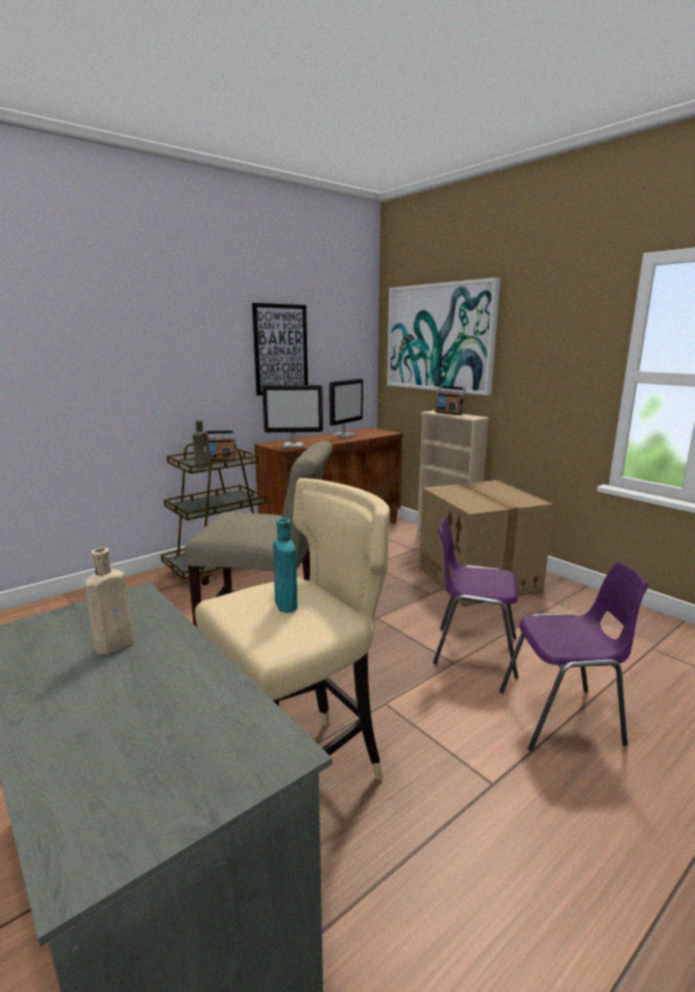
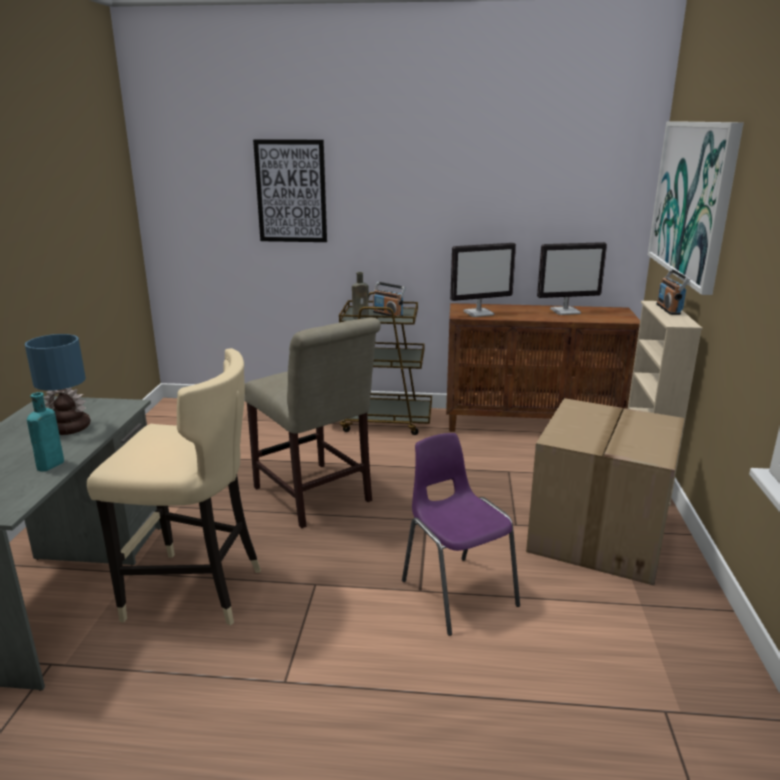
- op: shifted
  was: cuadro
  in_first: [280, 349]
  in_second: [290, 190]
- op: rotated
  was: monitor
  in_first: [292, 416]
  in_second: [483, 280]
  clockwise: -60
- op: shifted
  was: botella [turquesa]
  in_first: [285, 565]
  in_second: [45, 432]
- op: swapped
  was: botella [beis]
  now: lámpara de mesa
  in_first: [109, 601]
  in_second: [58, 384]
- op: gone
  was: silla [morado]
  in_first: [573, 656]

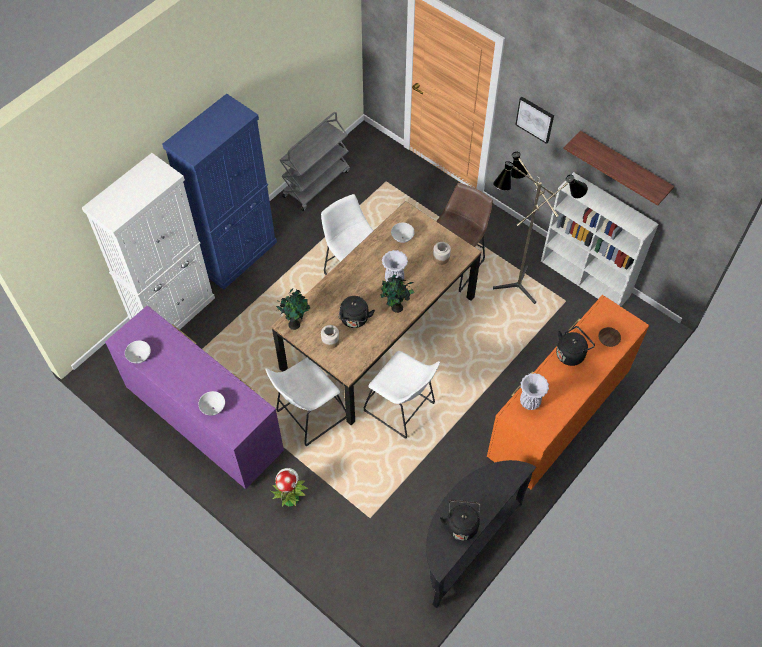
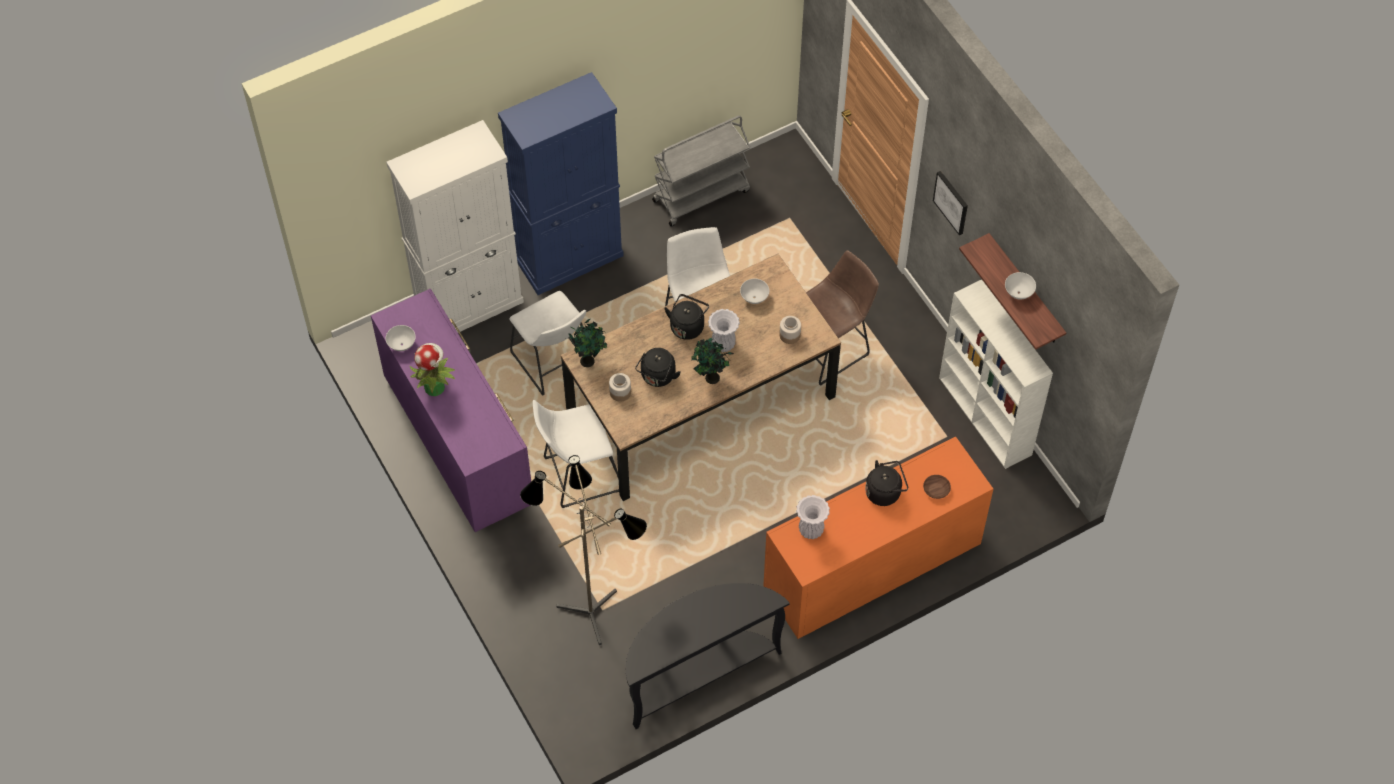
- op: shifted
  was: lámpara de pie
  in_first: [540, 228]
  in_second: [583, 550]
- op: shifted
  was: taburete [blanco]
  in_first: [402, 395]
  in_second: [547, 343]
- op: shifted
  was: cuenco [blanco]
  in_first: [212, 403]
  in_second: [1020, 286]
- op: shifted
  was: planta en maceta
  in_first: [290, 487]
  in_second: [432, 369]
- op: shifted
  was: hervidor [negro]
  in_first: [460, 520]
  in_second: [686, 317]

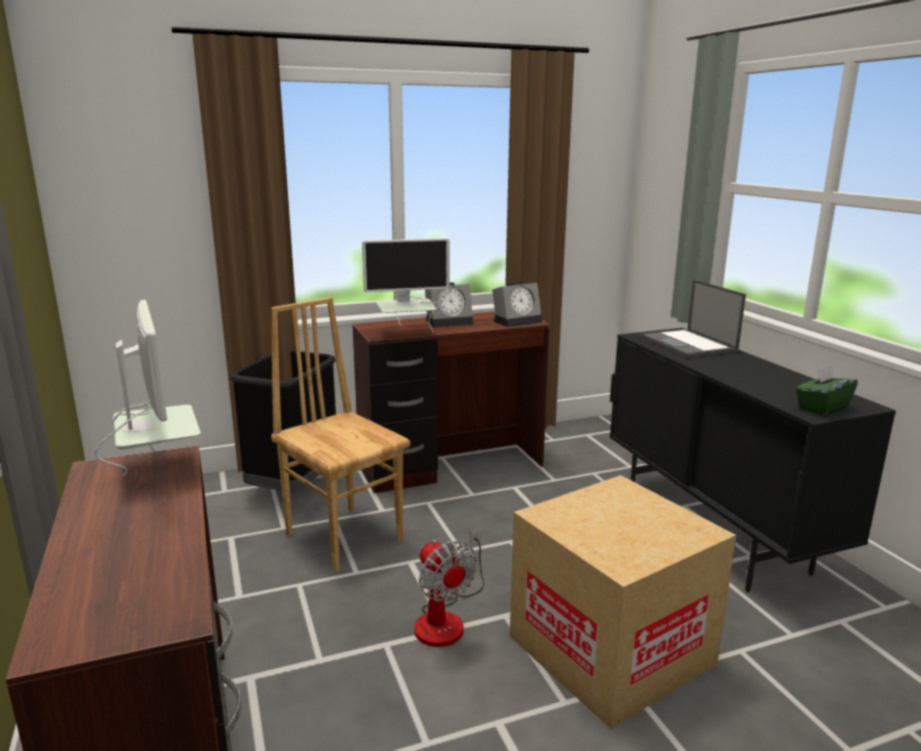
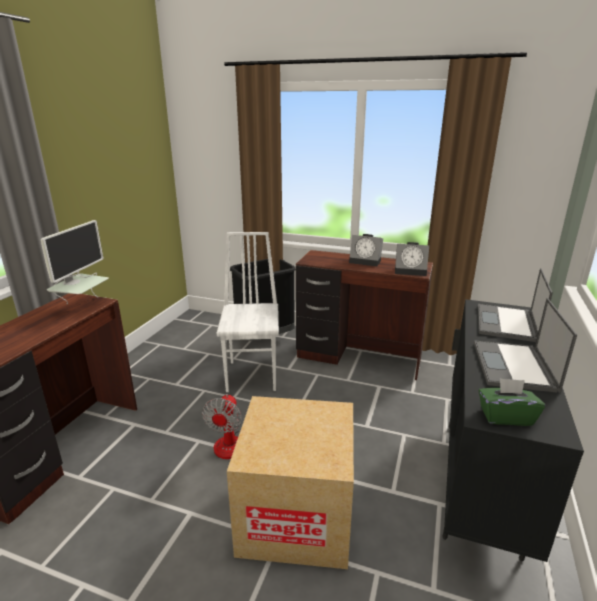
- op: gone
  was: monitor
  in_first: [405, 285]
- op: repainted
  was: silla [marrón]
  now: silla [blanco]
  in_first: [340, 434]
  in_second: [248, 312]
- op: new
  now: portátil
  in_second: [525, 345]

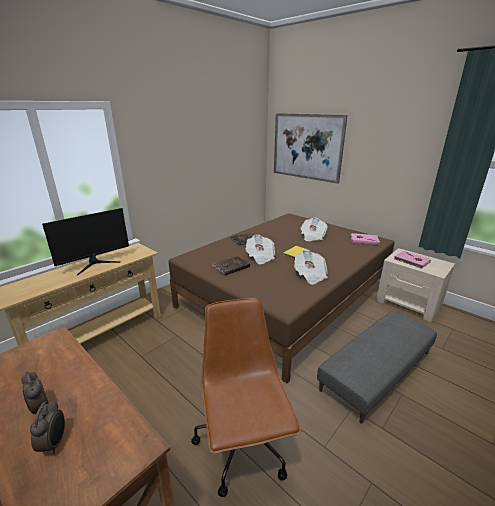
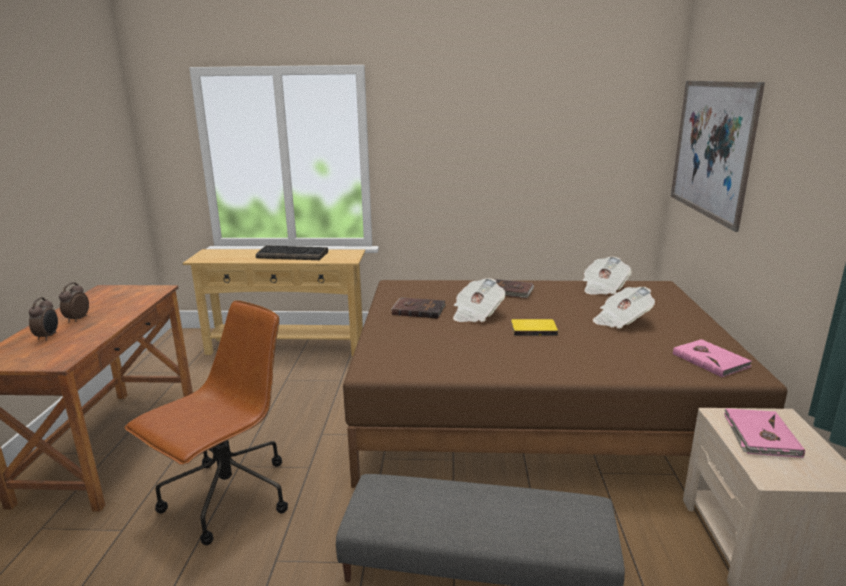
- op: swapped
  was: monitor
  now: teclado
  in_first: [85, 241]
  in_second: [292, 252]
- op: shifted
  was: periódico
  in_first: [311, 267]
  in_second: [607, 275]
- op: rotated
  was: despertador
  in_first: [47, 426]
  in_second: [43, 319]
  clockwise: -45

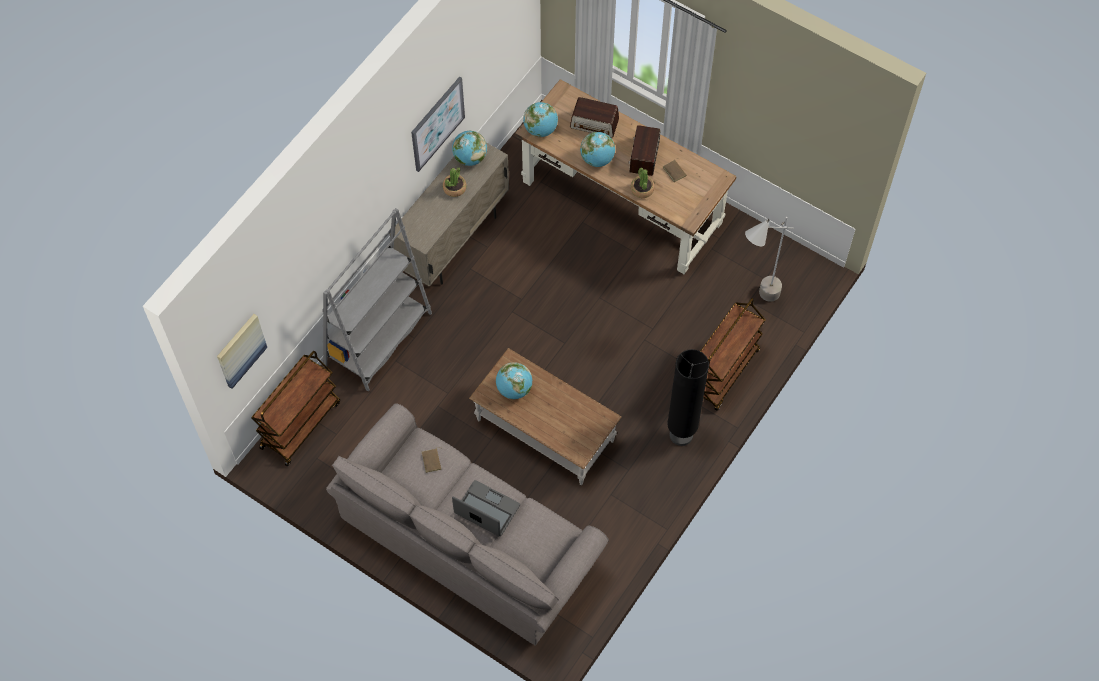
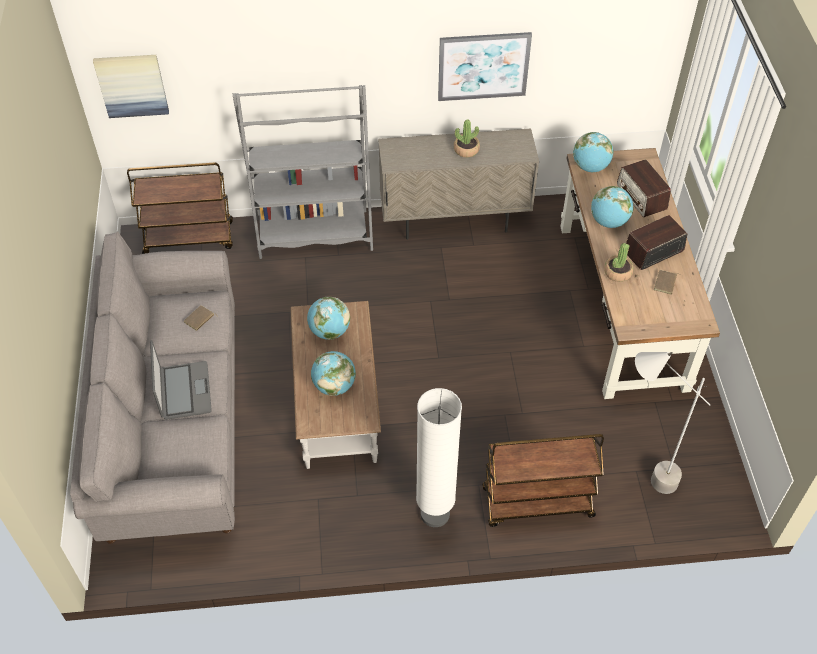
- op: shifted
  was: globo terráqueo
  in_first: [469, 148]
  in_second: [333, 373]
- op: repainted
  was: lámpara de pie [negro]
  now: lámpara de pie [blanco]
  in_first: [688, 397]
  in_second: [439, 457]

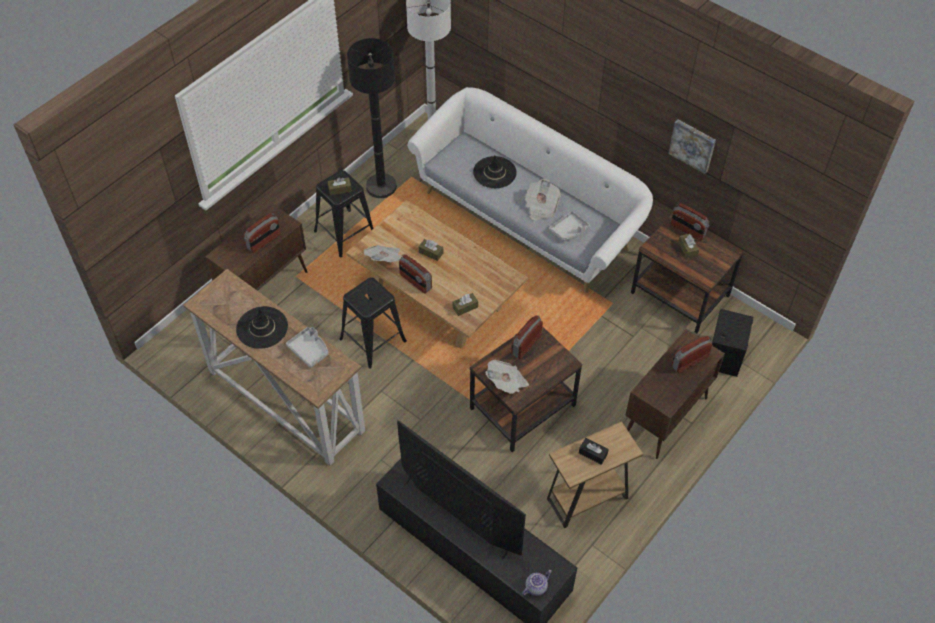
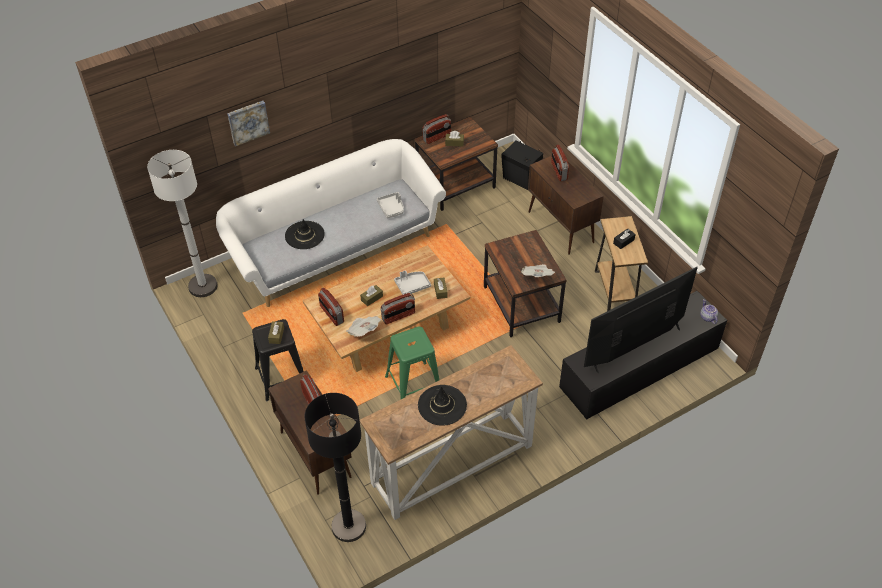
- op: shifted
  was: lámpara de pie [negro]
  in_first: [372, 118]
  in_second: [335, 467]
- op: shifted
  was: cuadro
  in_first: [692, 146]
  in_second: [248, 123]
- op: gone
  was: periódico
  in_first: [543, 199]
- op: repainted
  was: taburete [negro]
  now: taburete [verde]
  in_first: [373, 323]
  in_second: [412, 363]
- op: shifted
  was: radio
  in_first: [527, 337]
  in_second: [331, 307]
- op: shifted
  was: bandeja [gris]
  in_first: [307, 347]
  in_second: [412, 282]

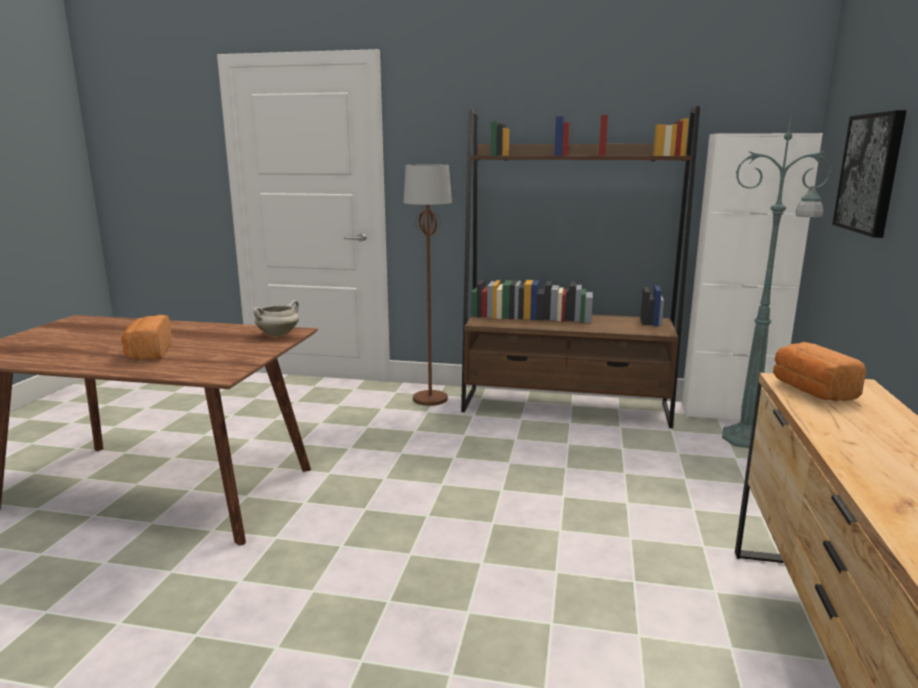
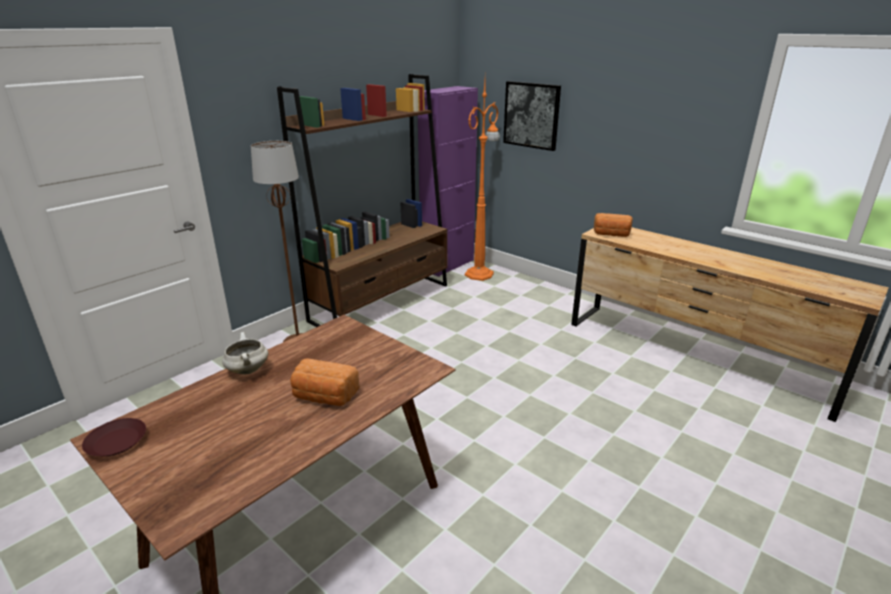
- op: repainted
  was: lámpara de pie [verde]
  now: lámpara de pie [naranja]
  in_first: [776, 272]
  in_second: [482, 181]
- op: repainted
  was: armario [blanco]
  now: armario [morado]
  in_first: [752, 276]
  in_second: [448, 181]
- op: shifted
  was: olla [blanco]
  in_first: [276, 318]
  in_second: [245, 353]
- op: new
  now: plato [marrón]
  in_second: [114, 437]

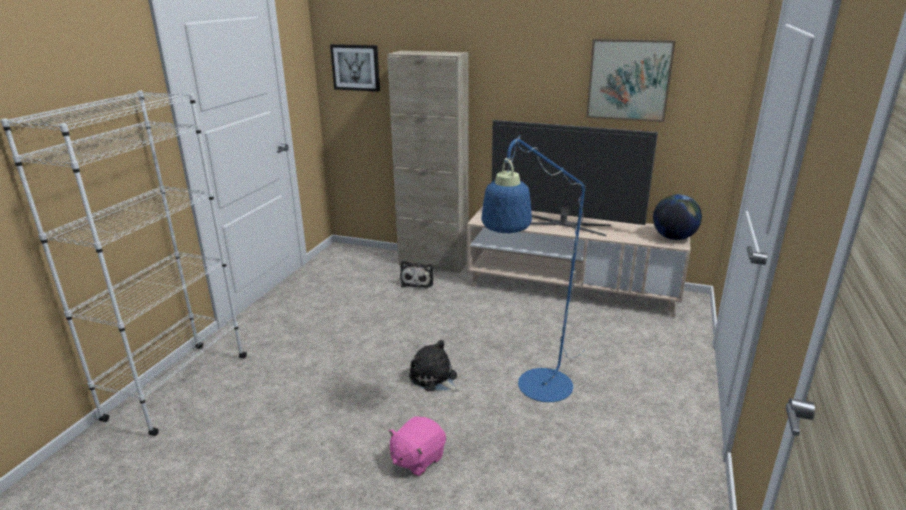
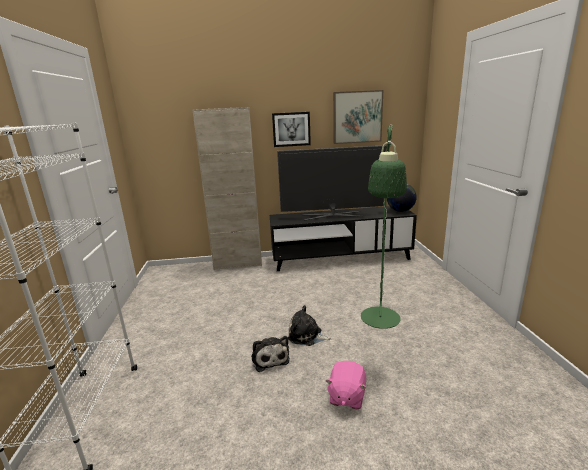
- op: shifted
  was: cuadro
  in_first: [355, 68]
  in_second: [291, 129]
- op: repainted
  was: lámpara de pie [azul]
  now: lámpara de pie [verde]
  in_first: [548, 268]
  in_second: [384, 226]
- op: repainted
  was: mueble de televisión [beis]
  now: mueble de televisión [negro]
  in_first: [579, 261]
  in_second: [343, 238]
- op: shifted
  was: peluche
  in_first: [416, 274]
  in_second: [270, 354]

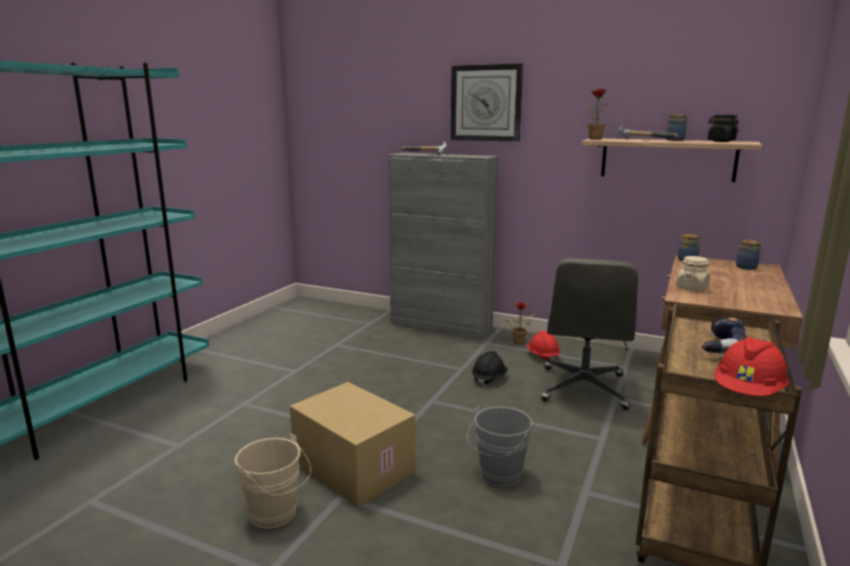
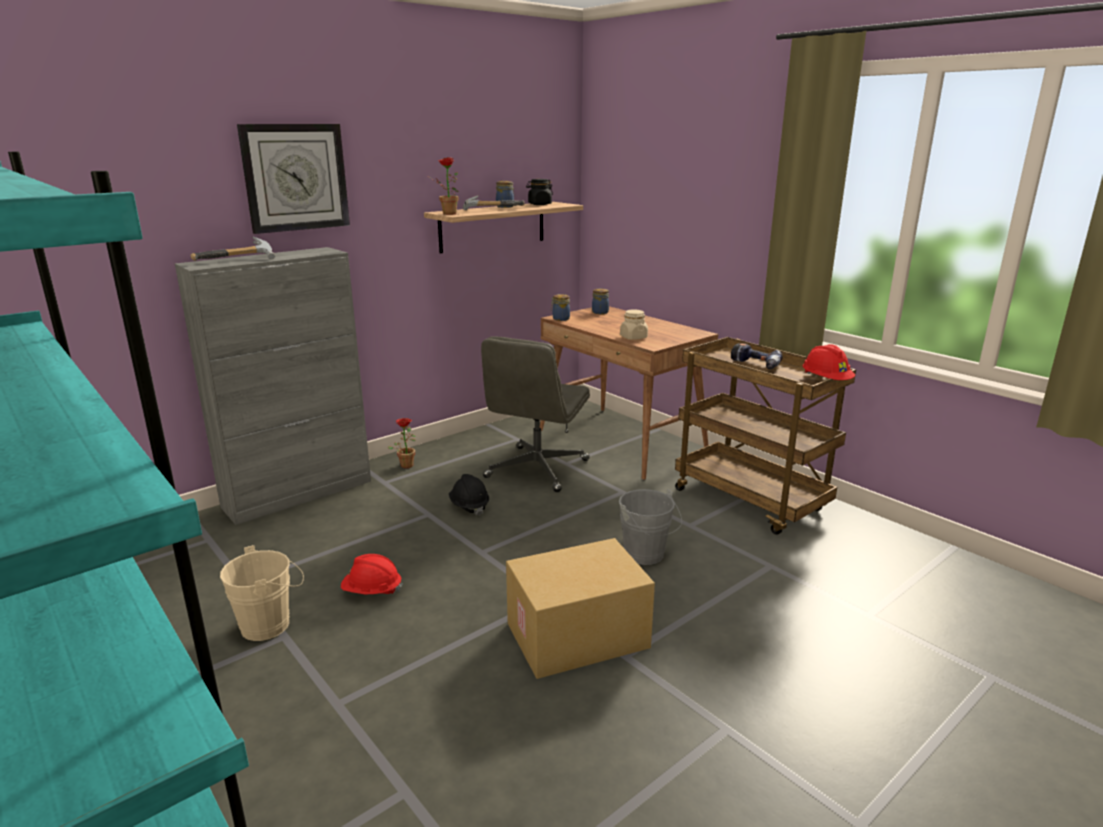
- op: rotated
  was: silla de oficina [gris]
  in_first: [589, 334]
  in_second: [535, 414]
  clockwise: 75
- op: shifted
  was: casco [rojo]
  in_first: [543, 346]
  in_second: [372, 574]
- op: shifted
  was: cubo [beis]
  in_first: [273, 481]
  in_second: [262, 593]

